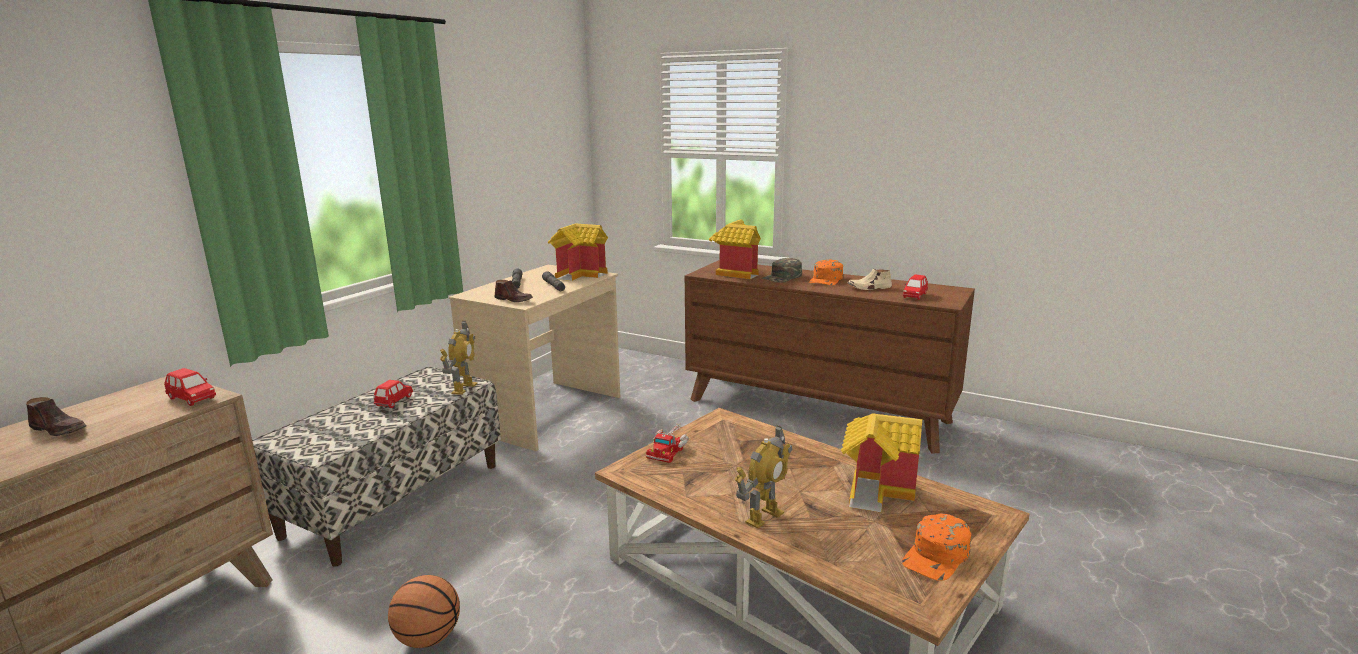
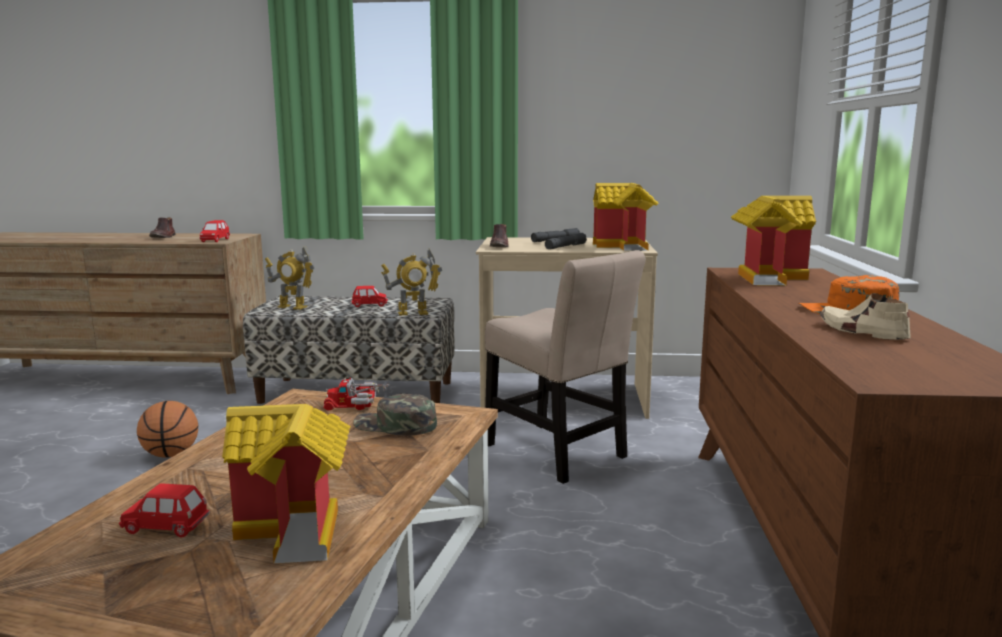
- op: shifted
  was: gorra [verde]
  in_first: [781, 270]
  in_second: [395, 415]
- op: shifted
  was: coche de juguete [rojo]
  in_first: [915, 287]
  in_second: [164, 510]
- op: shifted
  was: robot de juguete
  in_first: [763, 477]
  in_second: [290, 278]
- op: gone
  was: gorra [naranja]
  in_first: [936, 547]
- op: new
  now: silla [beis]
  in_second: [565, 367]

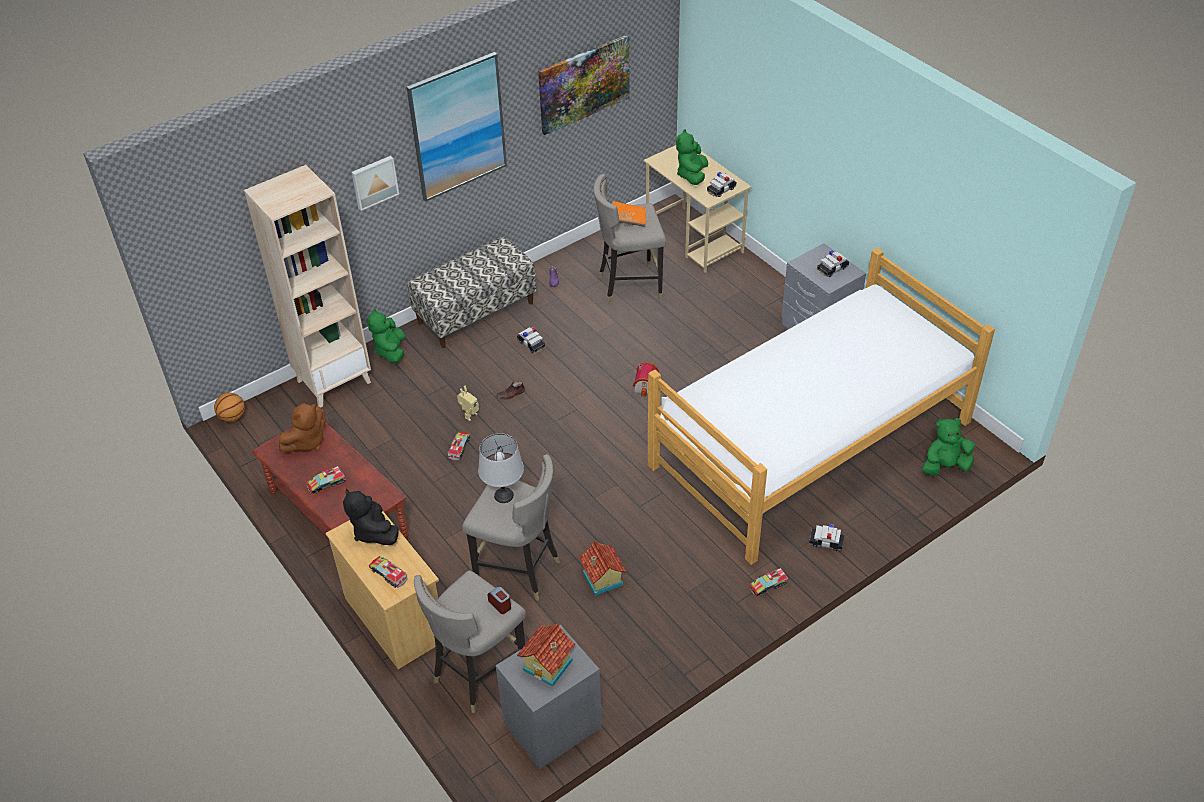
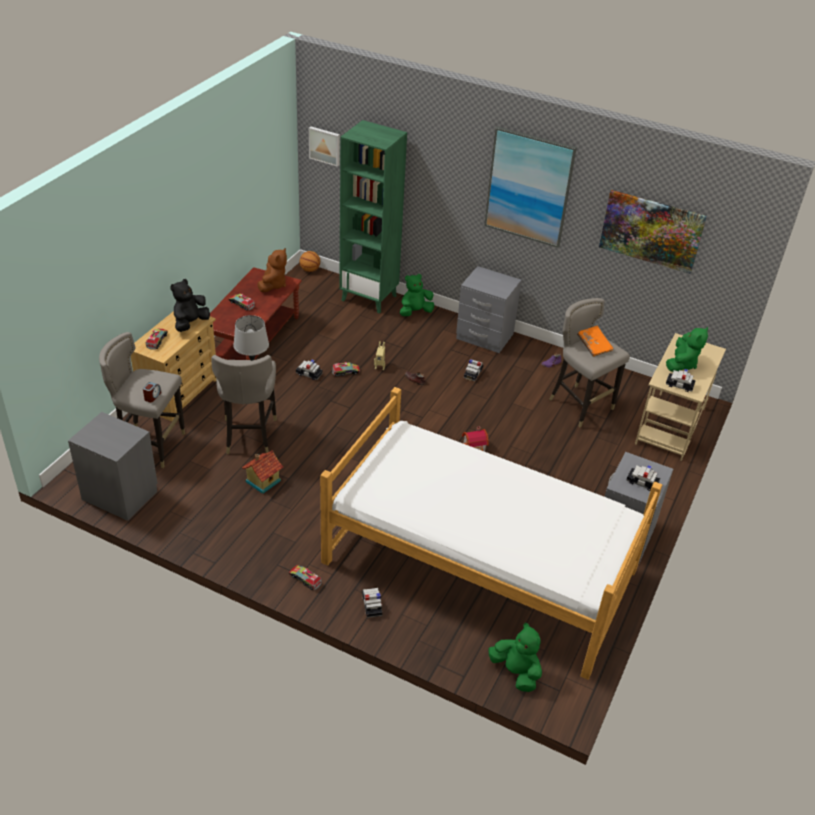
- op: rotated
  was: peluche [verde]
  in_first: [692, 157]
  in_second: [687, 349]
  clockwise: 135
- op: shifted
  was: cuadro
  in_first: [375, 183]
  in_second: [324, 146]
- op: repainted
  was: estantería [beis]
  now: estantería [verde]
  in_first: [307, 286]
  in_second: [373, 217]
- op: swapped
  was: banco
  now: mesita de noche [gris]
  in_first: [472, 292]
  in_second: [489, 309]
- op: rotated
  was: peluche [marrón]
  in_first: [302, 428]
  in_second: [272, 270]
  clockwise: -90
- op: gone
  was: casita
  in_first: [546, 655]
- op: new
  now: coche de juguete
  in_second: [309, 370]

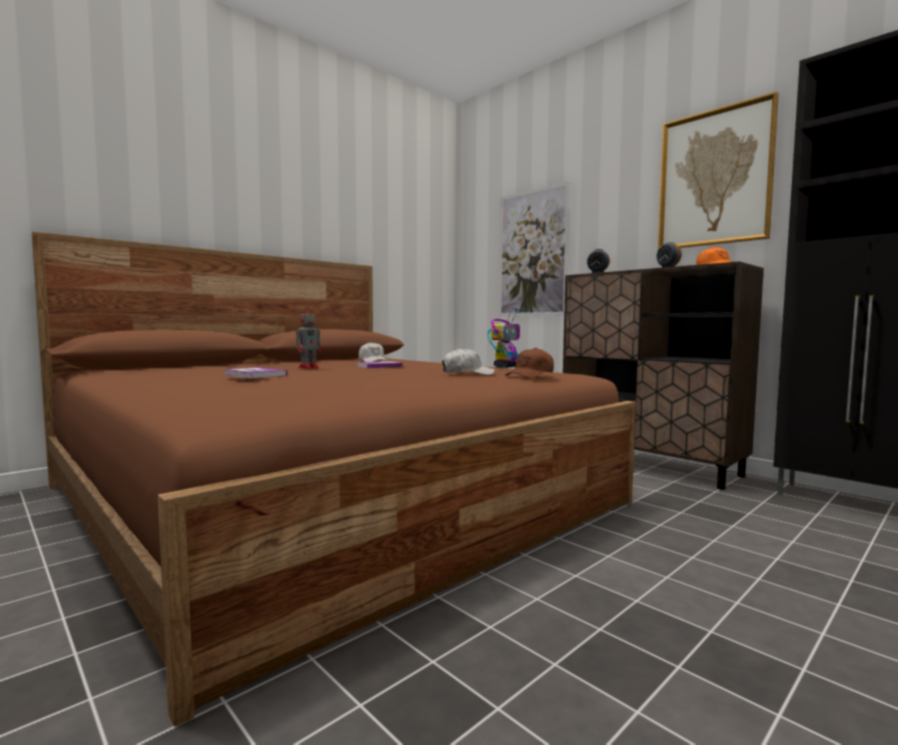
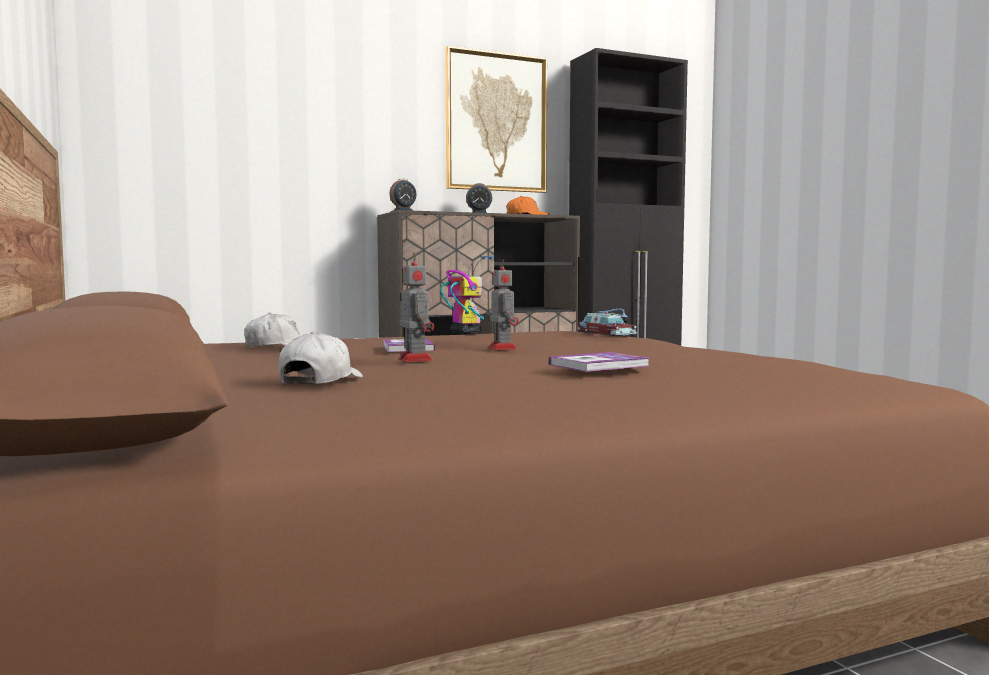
- op: gone
  was: cuadro
  in_first: [534, 249]
- op: shifted
  was: gorra [blanco]
  in_first: [468, 361]
  in_second: [320, 358]
- op: swapped
  was: gorra [marrón]
  now: coche de juguete
  in_first: [529, 363]
  in_second: [607, 322]
- op: new
  now: robot de juguete
  in_second: [503, 304]

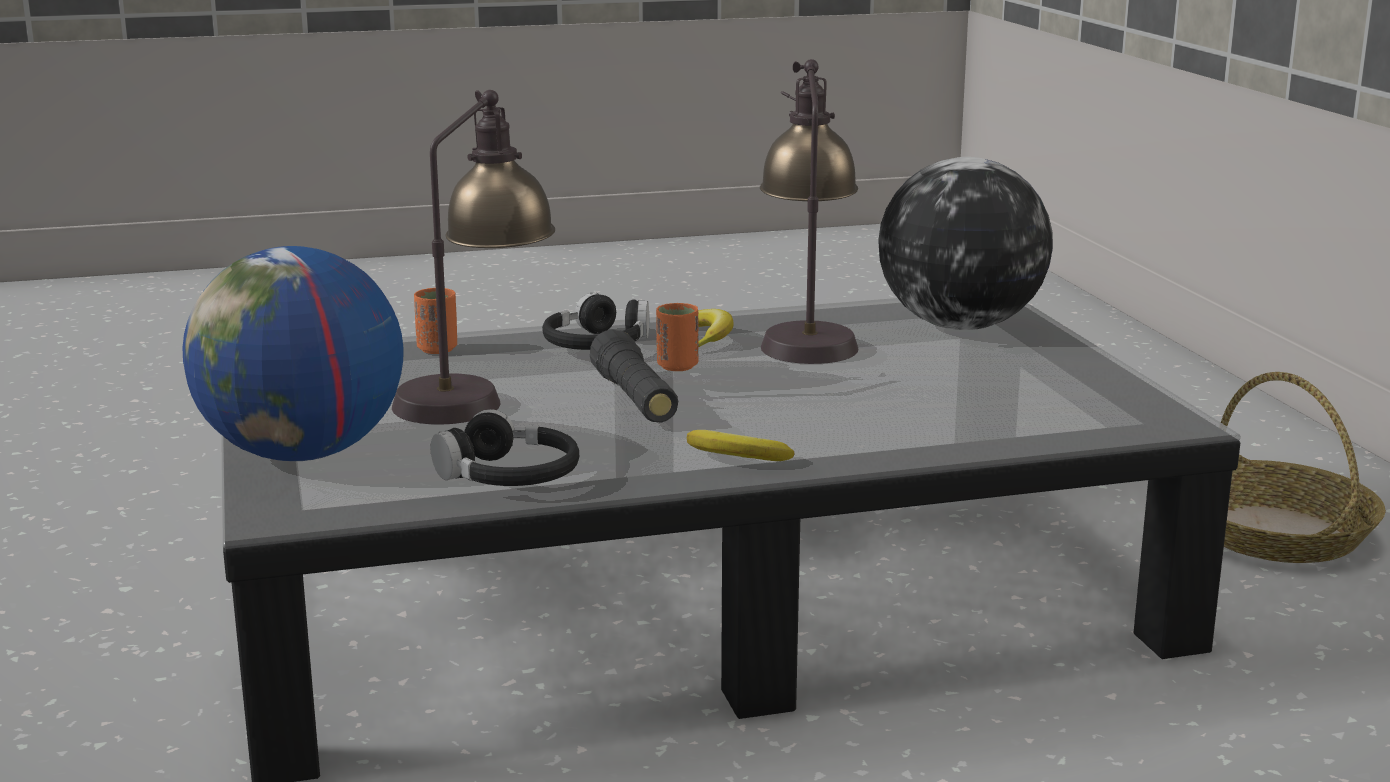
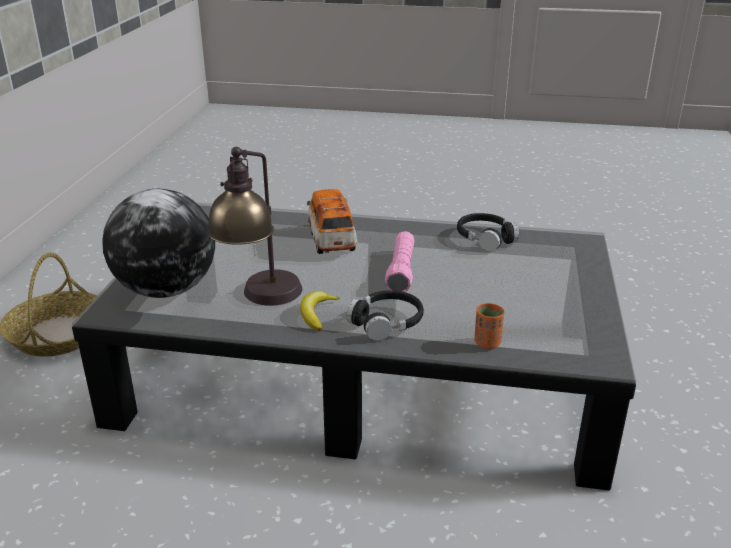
- op: gone
  was: lámpara de mesa
  in_first: [473, 257]
- op: gone
  was: globo terráqueo
  in_first: [293, 354]
- op: gone
  was: taza [naranja]
  in_first: [677, 337]
- op: repainted
  was: linterna [negro]
  now: linterna [rosa]
  in_first: [634, 376]
  in_second: [399, 261]
- op: gone
  was: plátano
  in_first: [740, 445]
- op: new
  now: coche de juguete
  in_second: [332, 221]

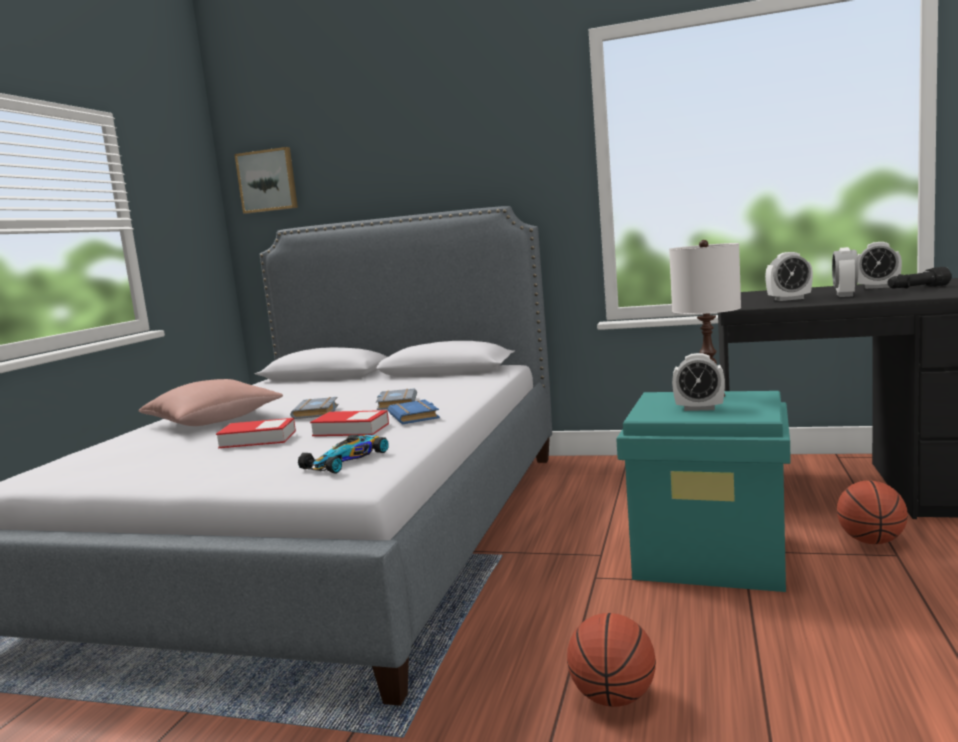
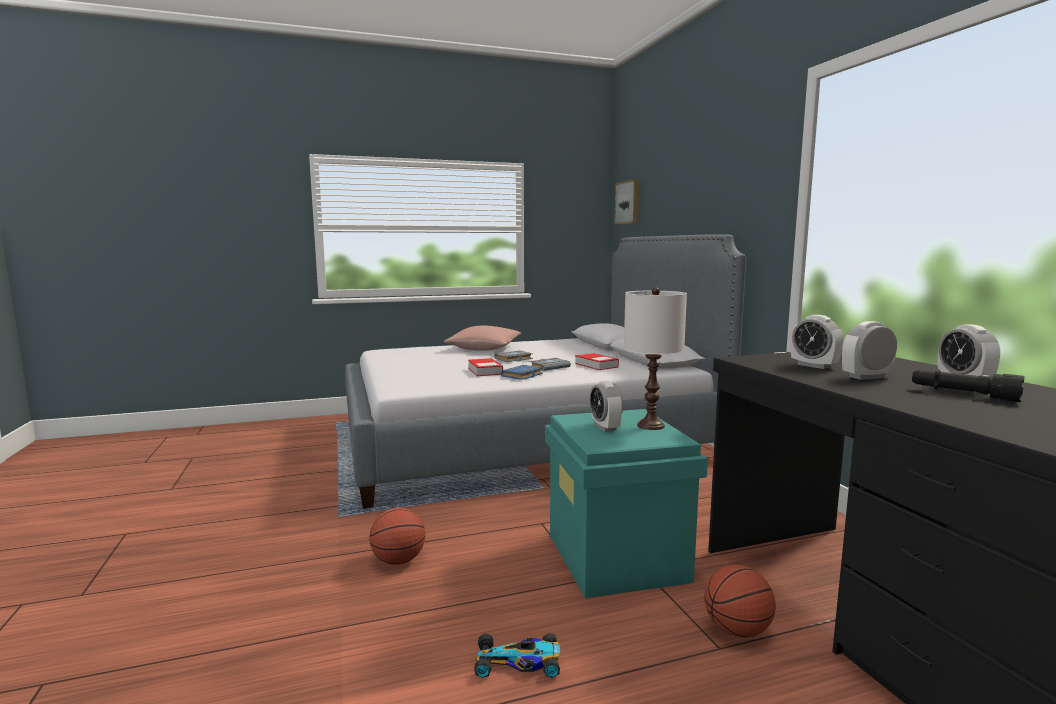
- op: shifted
  was: libro
  in_first: [256, 433]
  in_second: [597, 361]
- op: shifted
  was: coche de juguete
  in_first: [343, 454]
  in_second: [517, 655]

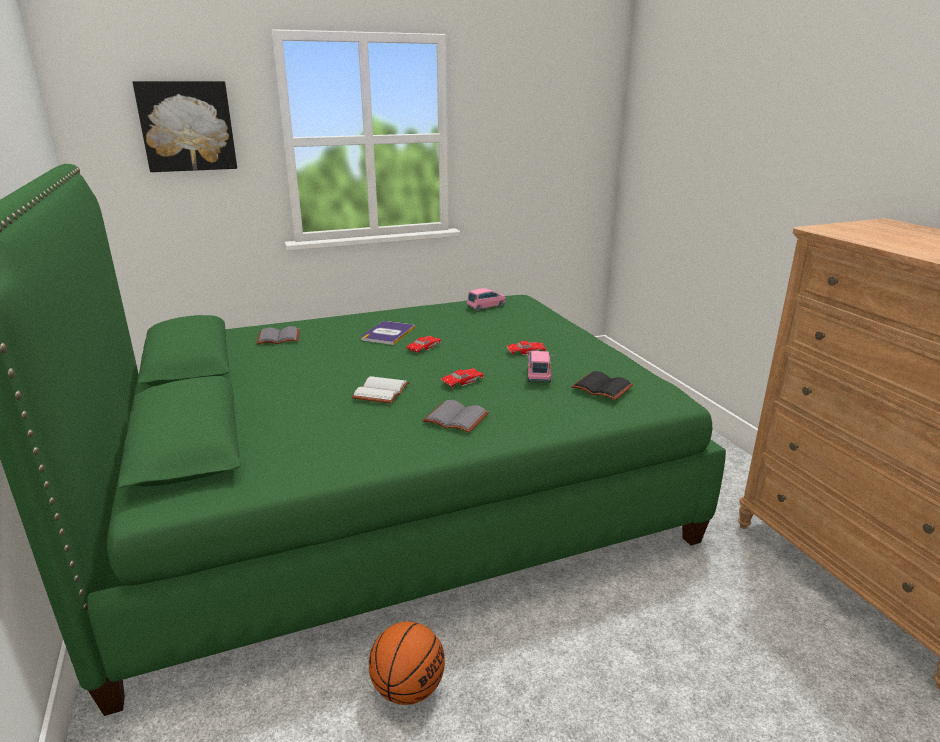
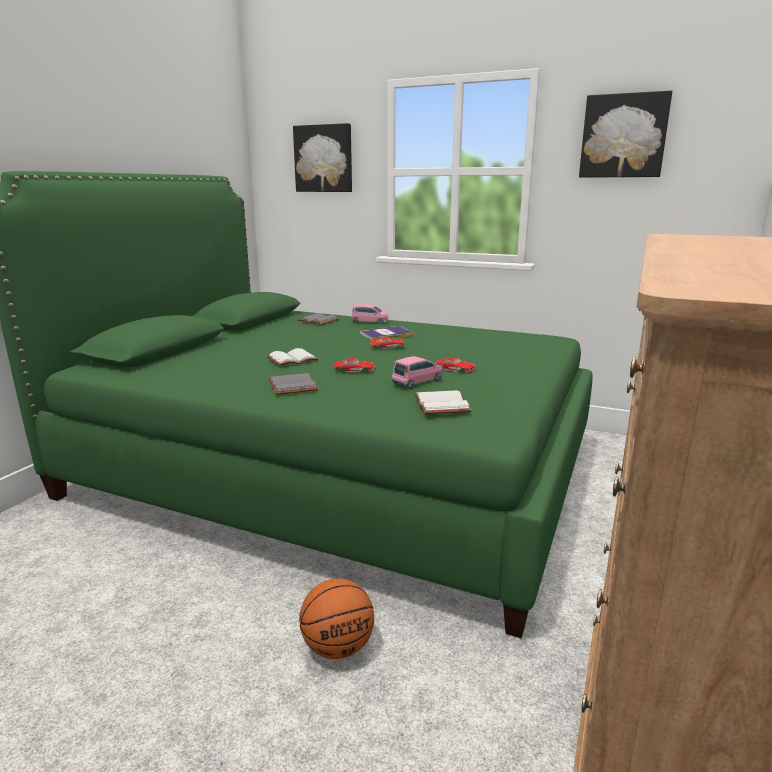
- op: shifted
  was: coche de juguete [rosa]
  in_first: [486, 300]
  in_second: [369, 314]
- op: repainted
  was: libro [negro]
  now: libro [blanco]
  in_first: [602, 385]
  in_second: [443, 402]
- op: shifted
  was: balón de baloncesto
  in_first: [407, 663]
  in_second: [336, 618]
- op: new
  now: cuadro
  in_second: [625, 134]

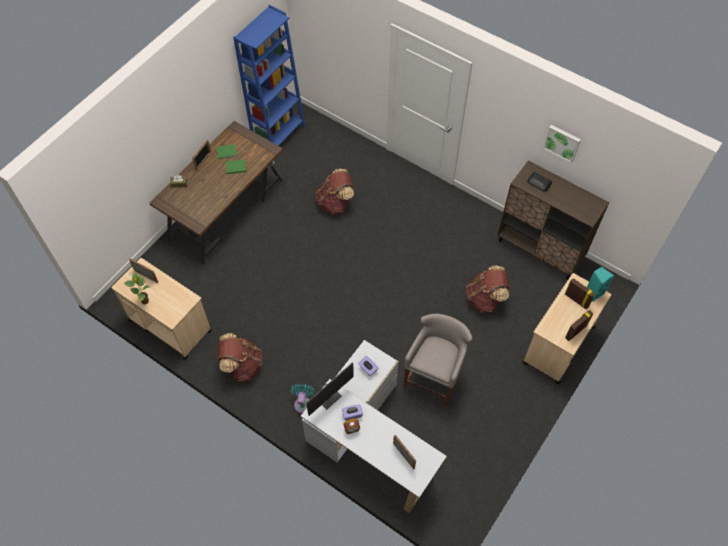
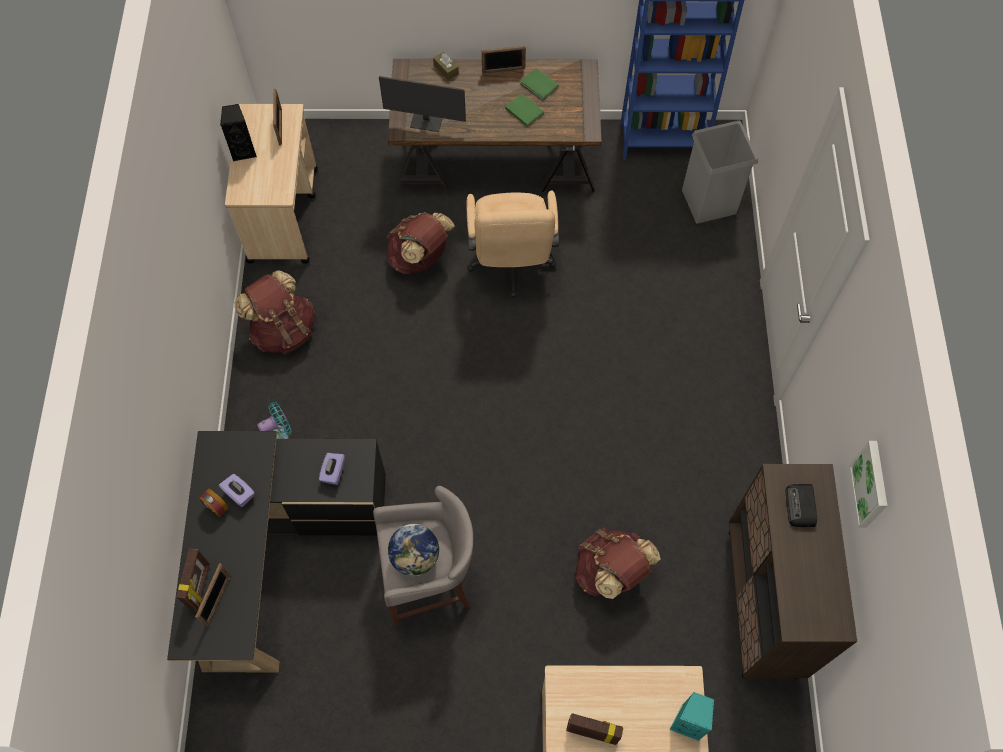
- op: shifted
  was: mochila [marrón]
  in_first: [334, 192]
  in_second: [420, 243]
- op: swapped
  was: planta en maceta
  now: altavoz [negro]
  in_first: [137, 288]
  in_second: [238, 133]
- op: shifted
  was: portarretratos
  in_first: [580, 294]
  in_second: [193, 579]
- op: repainted
  was: escritorio [blanco]
  now: escritorio [negro]
  in_first: [374, 426]
  in_second: [276, 551]
- op: shifted
  was: monitor
  in_first: [330, 389]
  in_second: [422, 104]
- op: new
  now: papelera [gris]
  in_second: [720, 172]
- op: new
  now: silla de oficina [beis]
  in_second: [513, 244]
- op: new
  now: globo terráqueo
  in_second: [413, 550]

